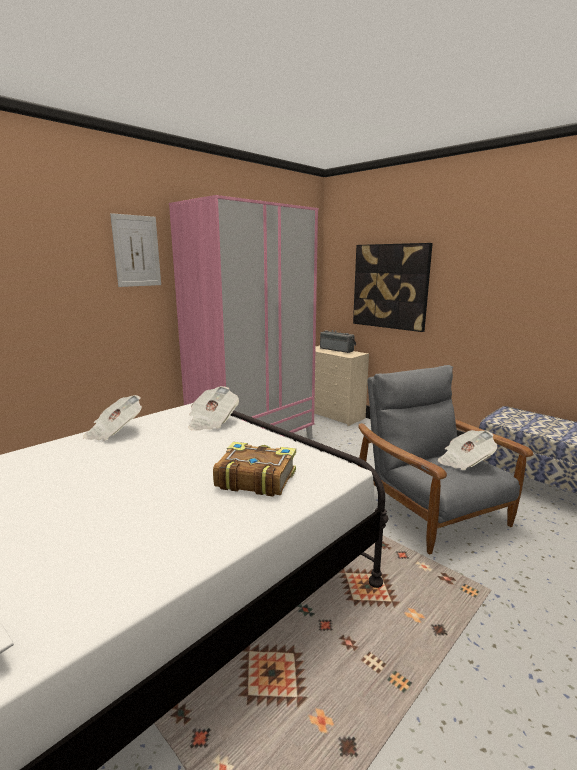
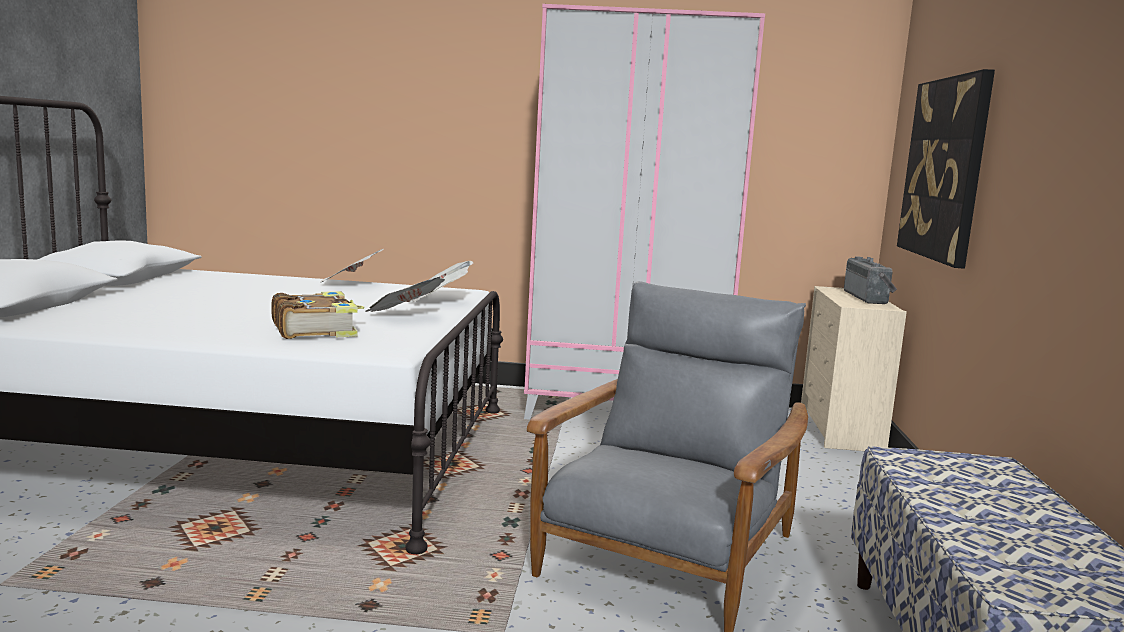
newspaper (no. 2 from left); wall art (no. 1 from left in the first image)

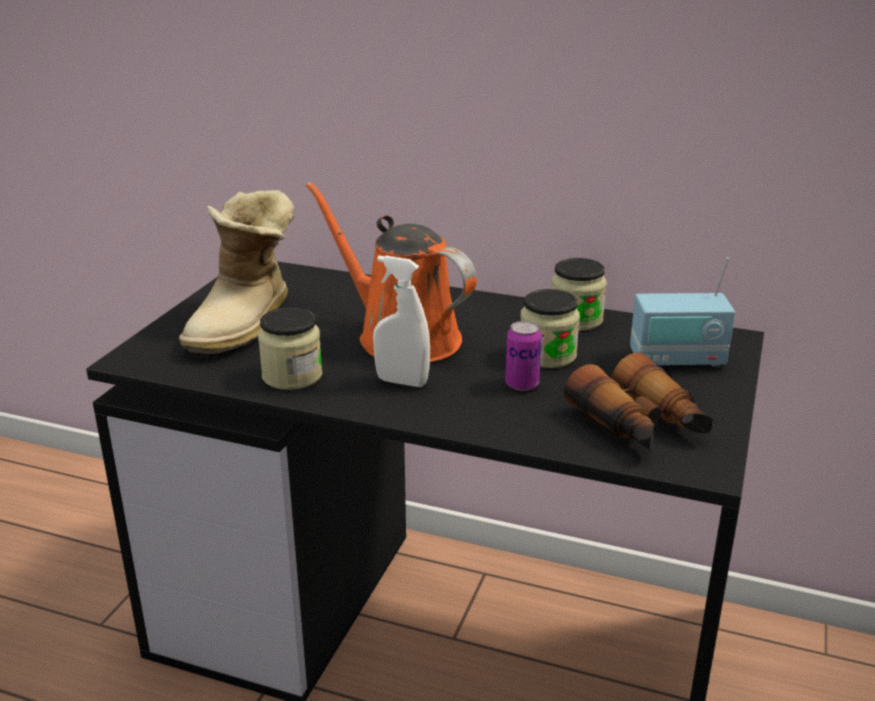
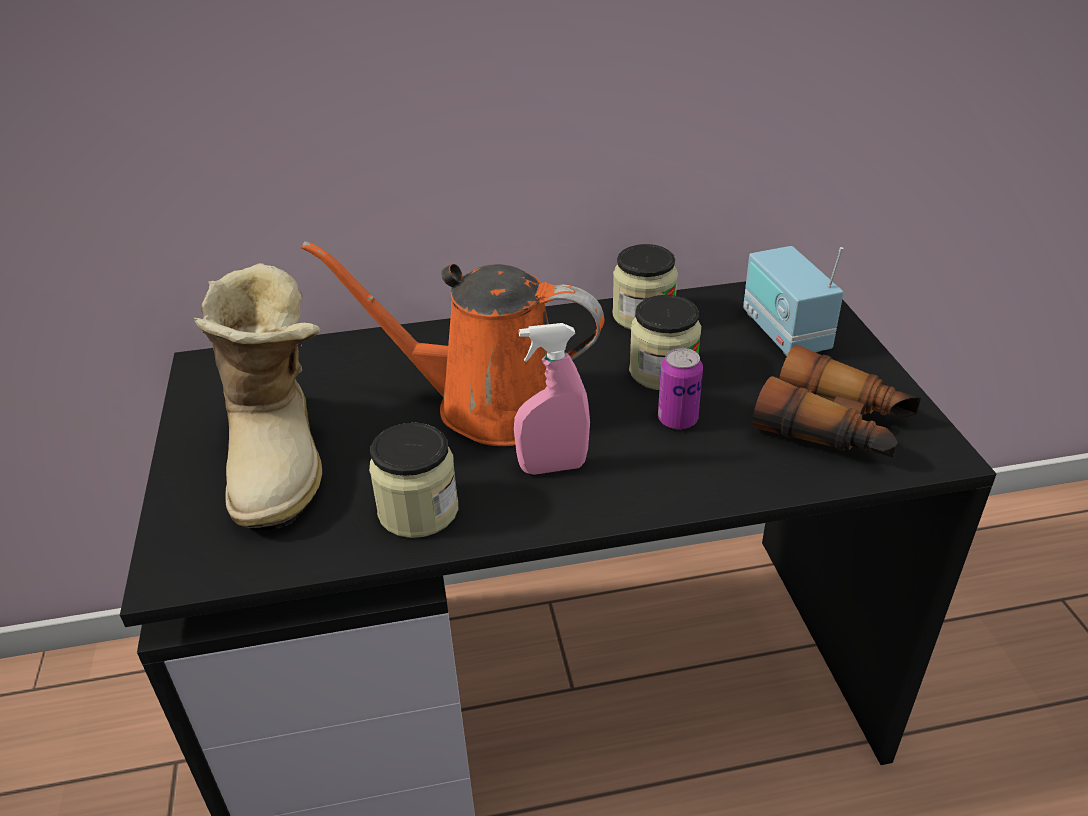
spray bottle in pink-coloured; radio receiver

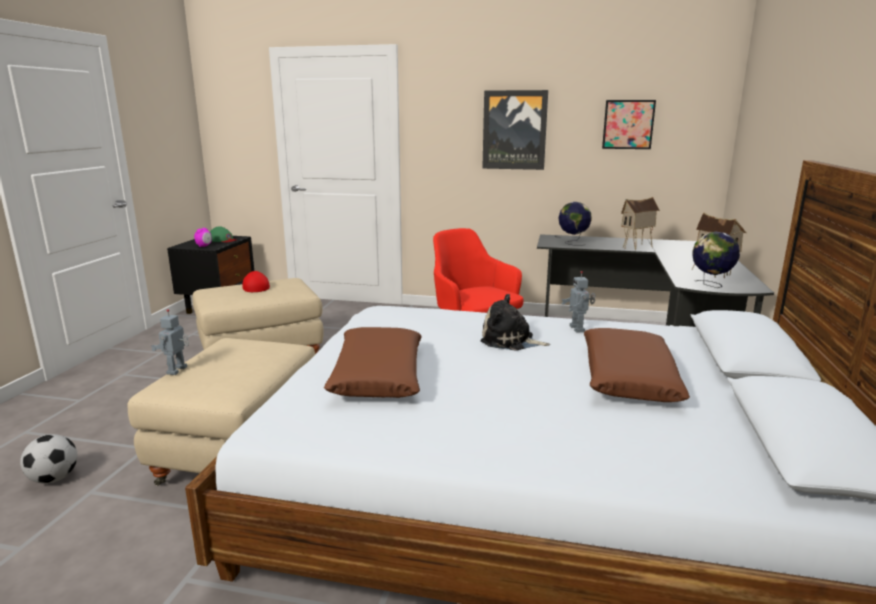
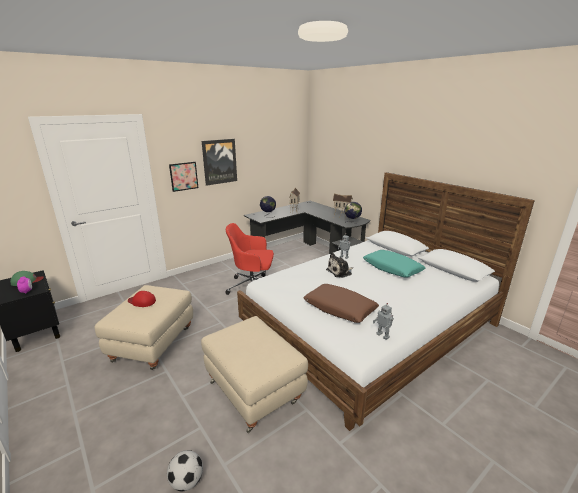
wall art (no. 1 from left); pillow in turquoise-coloured; toy robot (no. 2 from left)

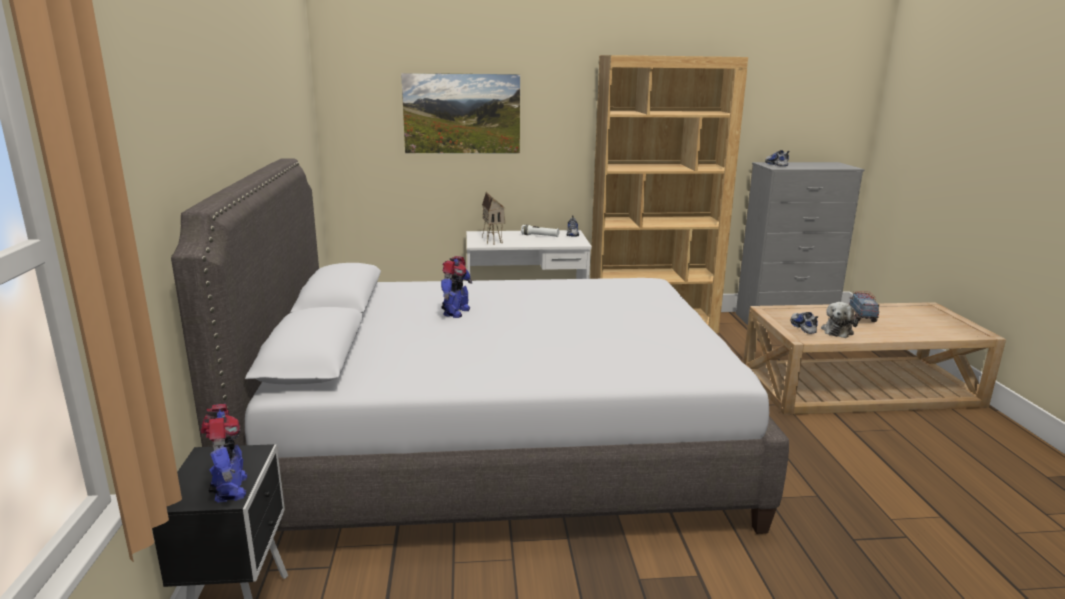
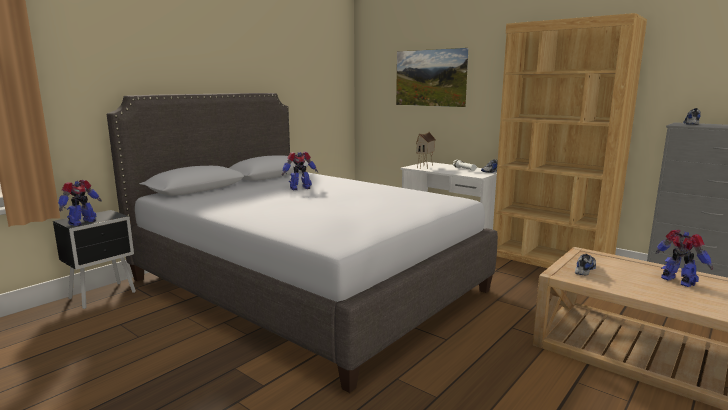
toy robot (no. 3 from left); cuddly toy

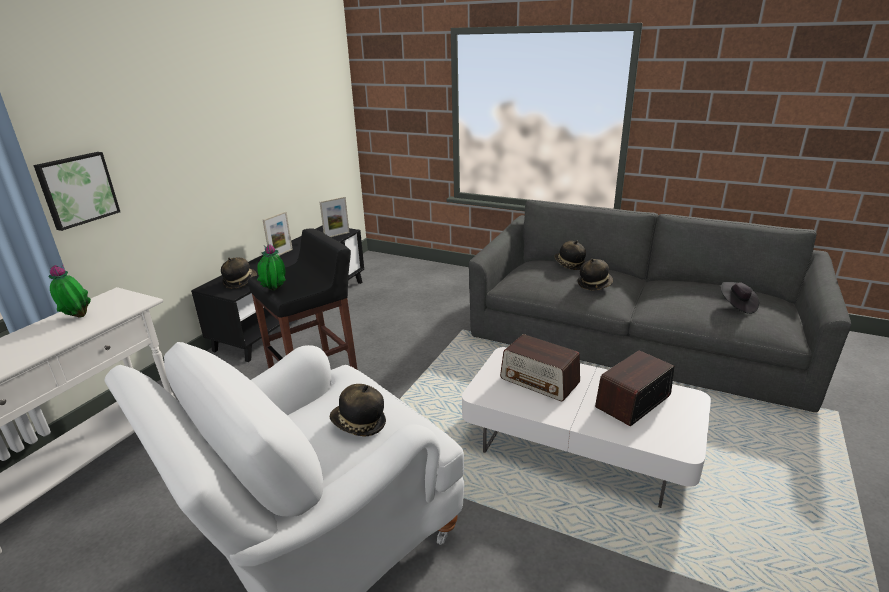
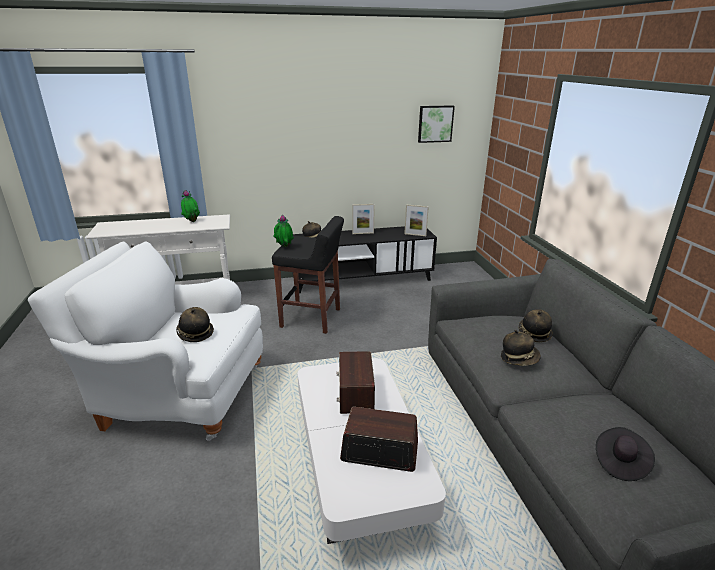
wall art

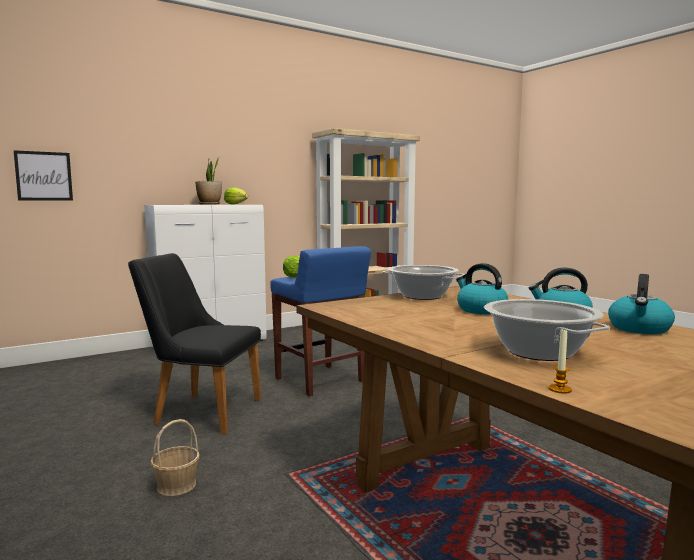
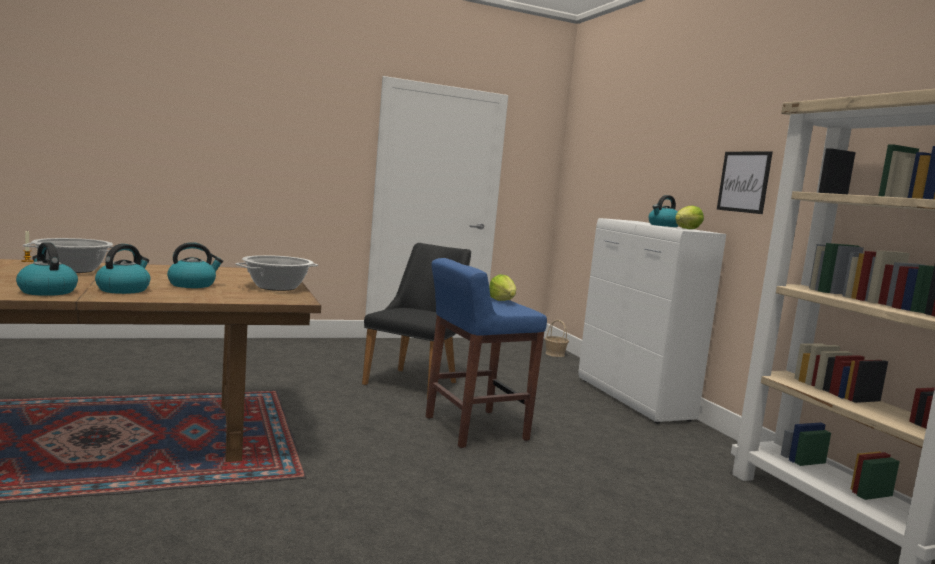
storage basket; tea kettle (no. 4 from left); wall art

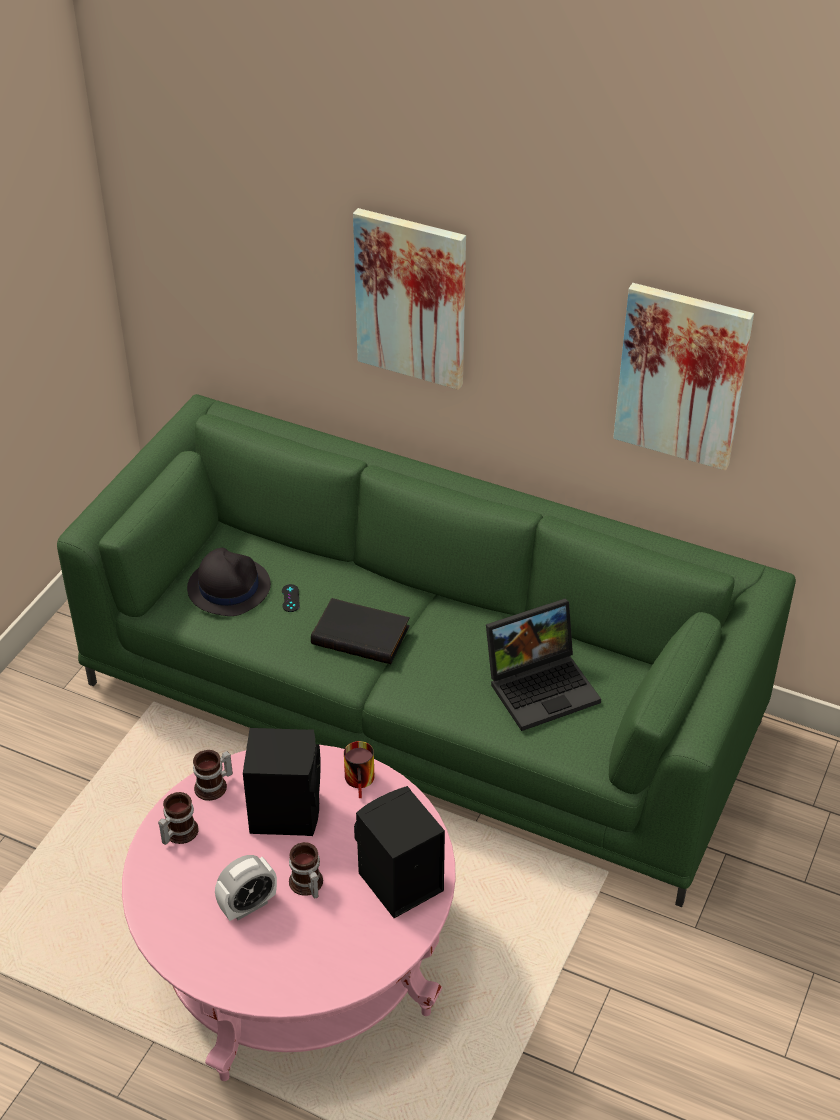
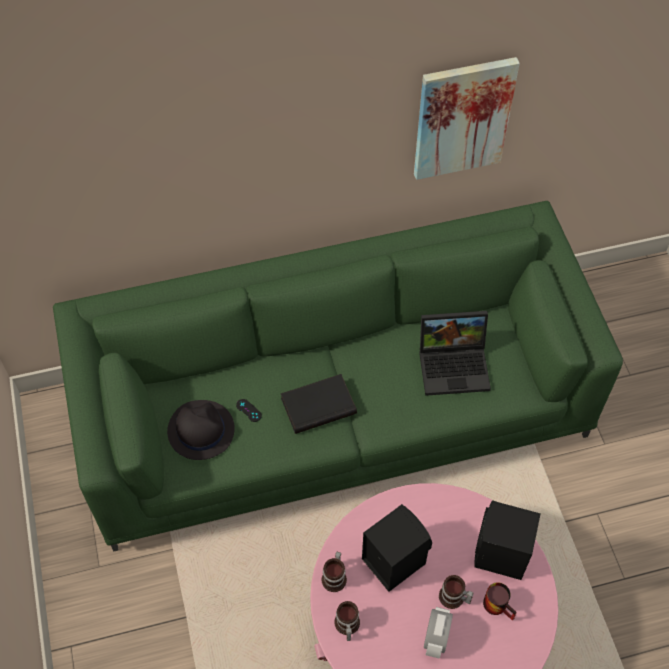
portable computer; mug (no. 4 from left); wall art (no. 1 from left in the first image)

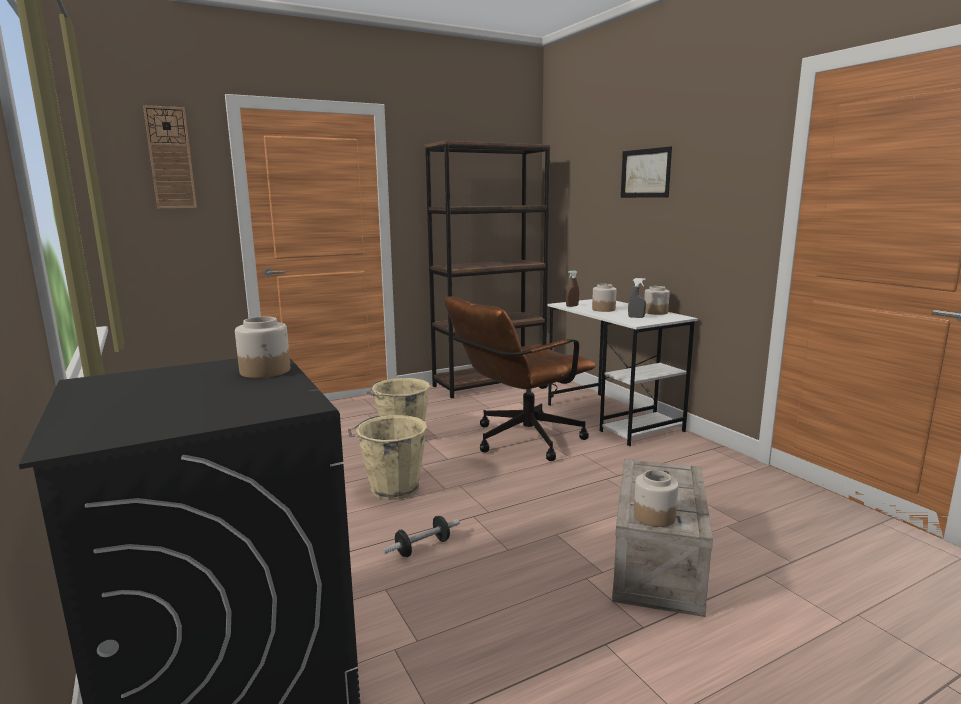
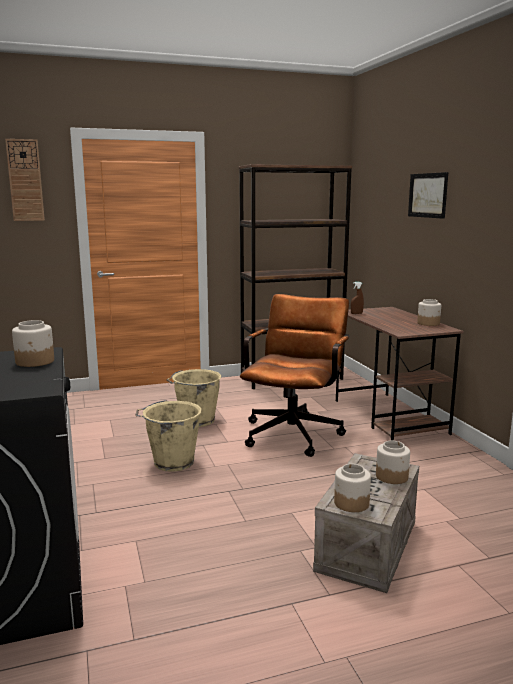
desk chair in brown; desk unit in brown; storage jar (no. 3 from left); dumbbell; spray bottle in grey

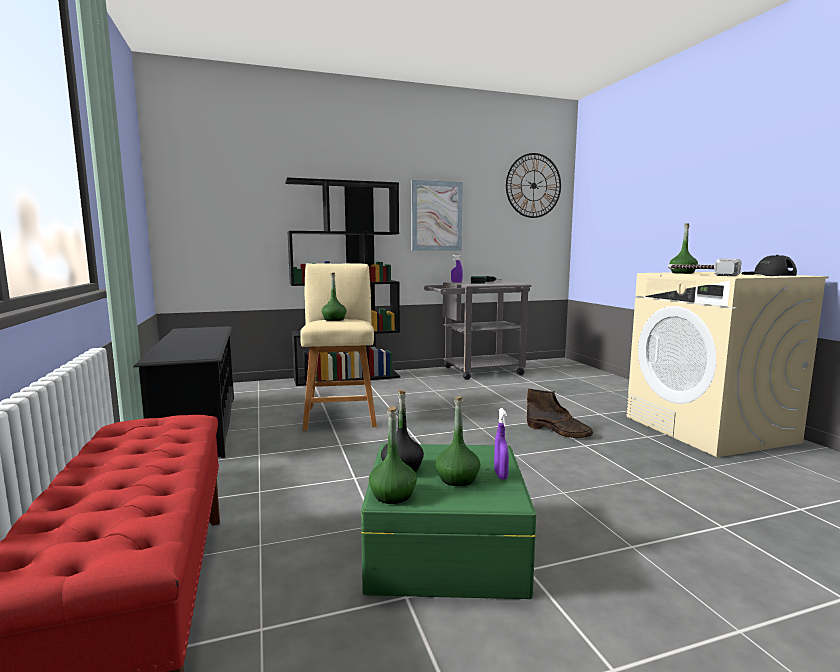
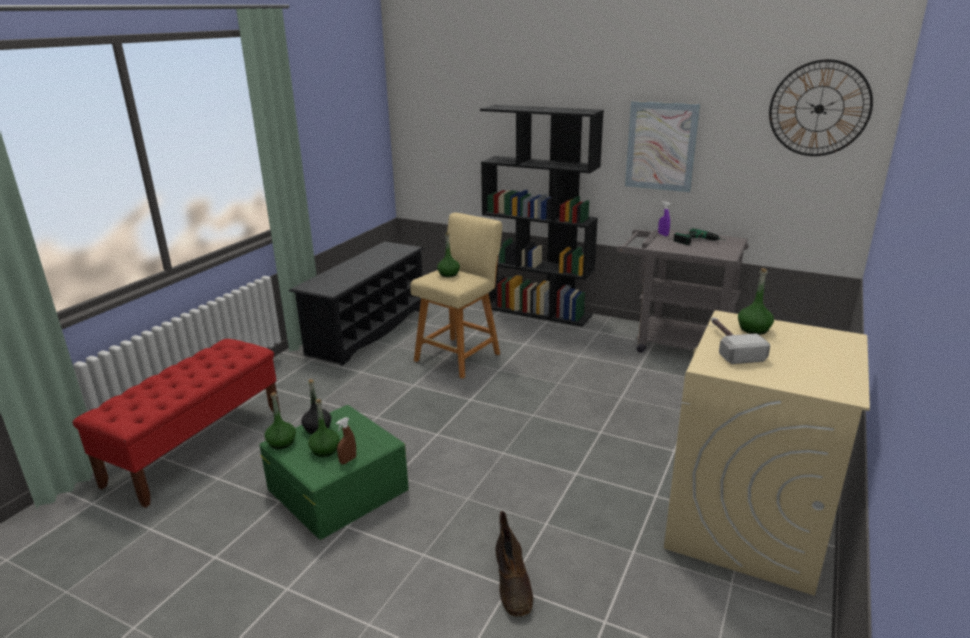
spray bottle in brown; tall boot in brown; baseball cap in black

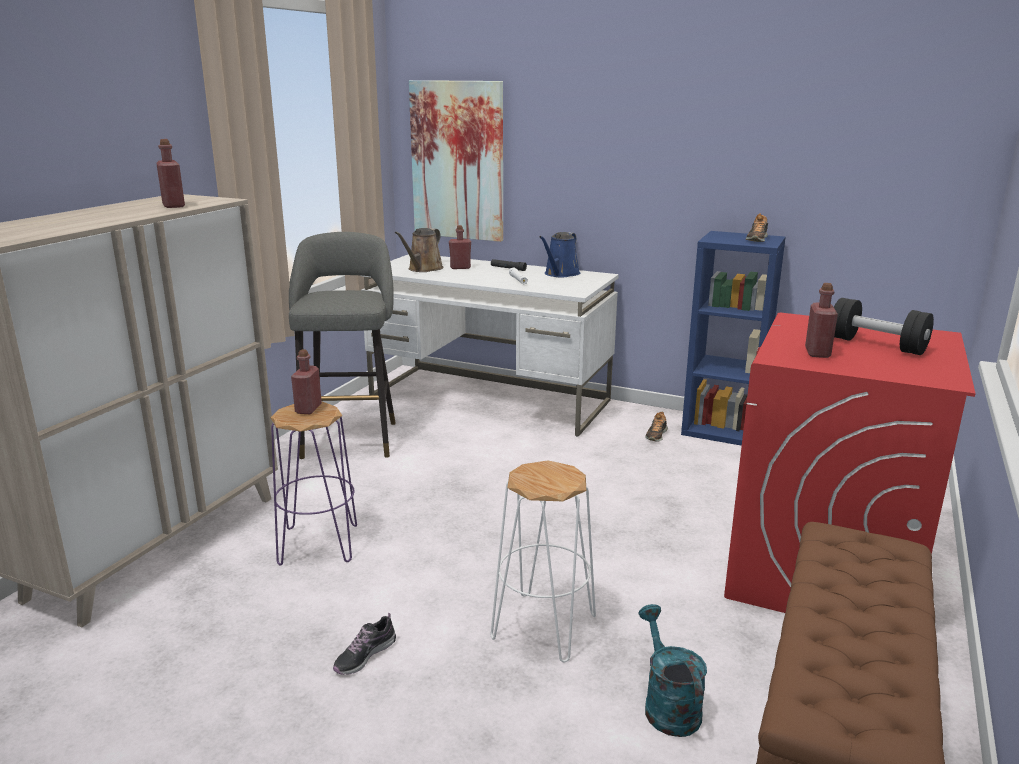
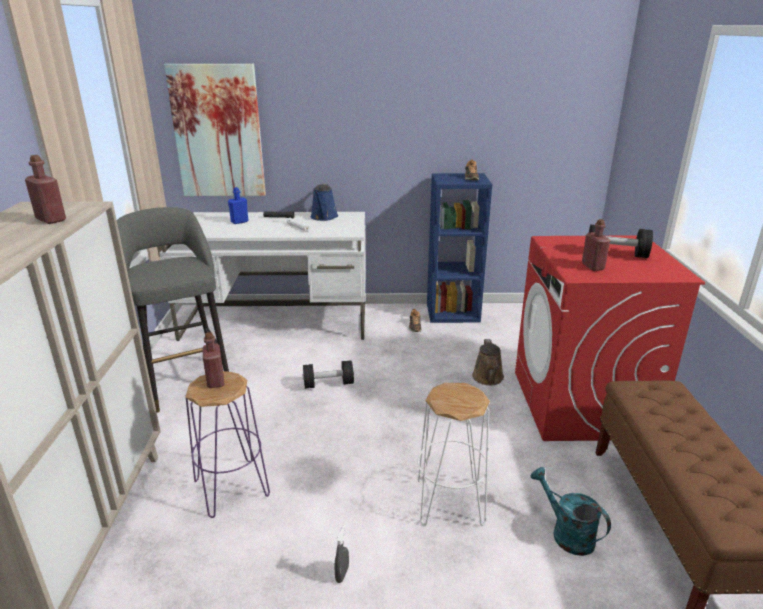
drink bottle in bluish; dumbbell in black (no. 1 from left); spray bottle in grey; watering can in brown

